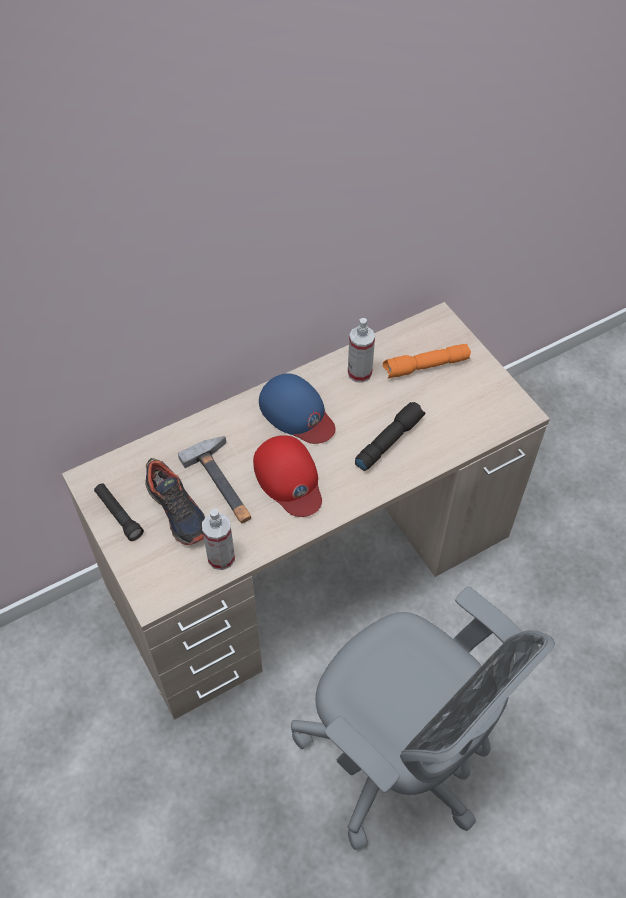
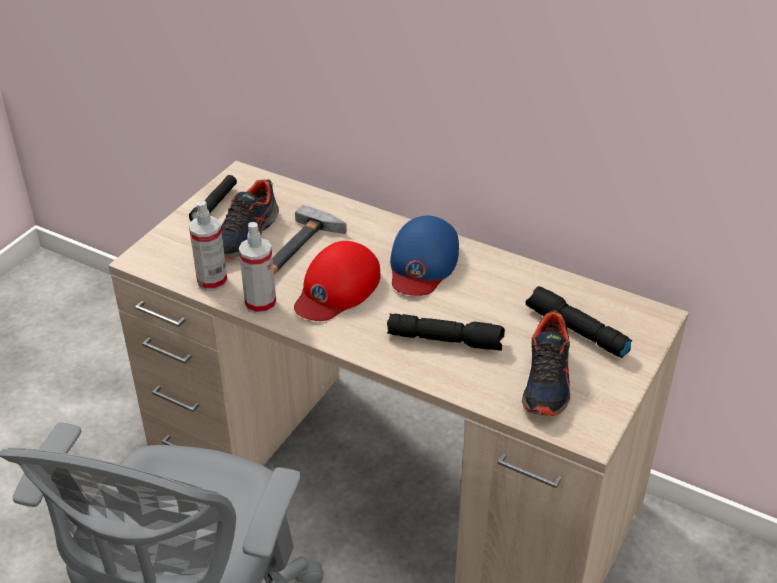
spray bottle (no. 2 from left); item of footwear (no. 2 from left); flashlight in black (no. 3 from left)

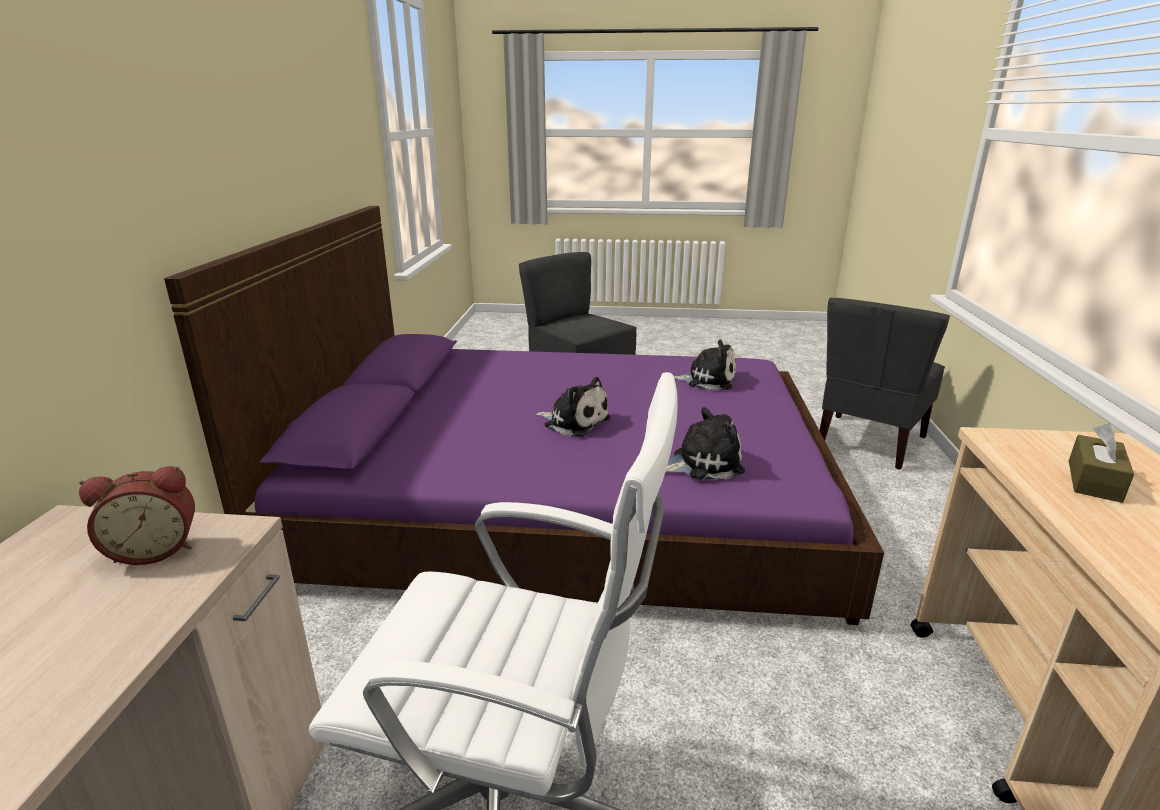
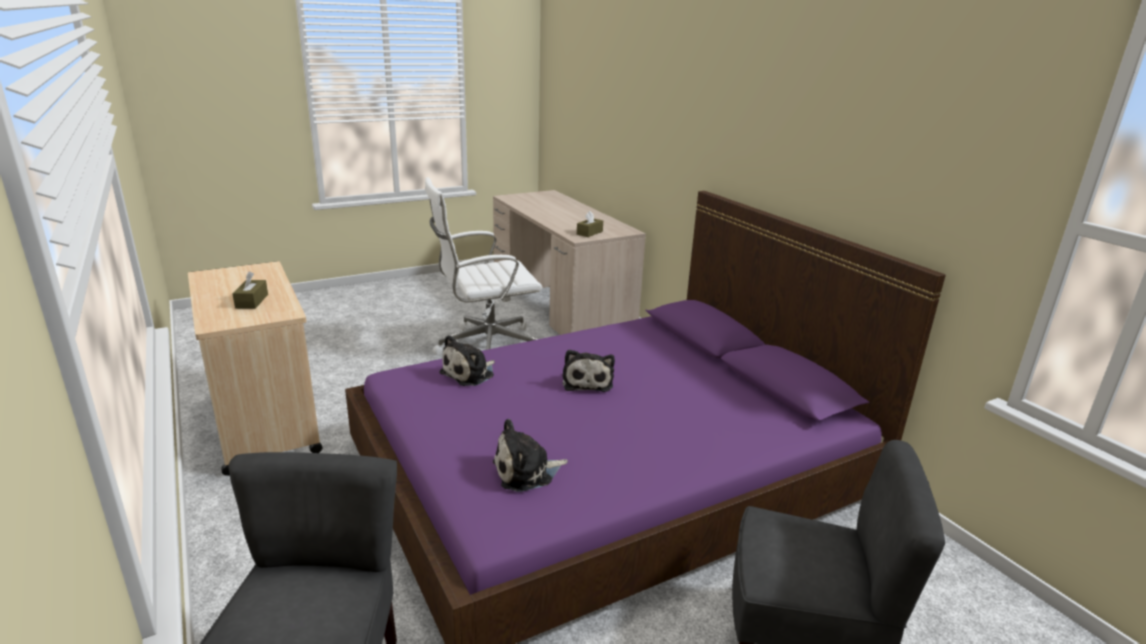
cuddly toy (no. 3 from left); box of tissues in brown (no. 2 from left)

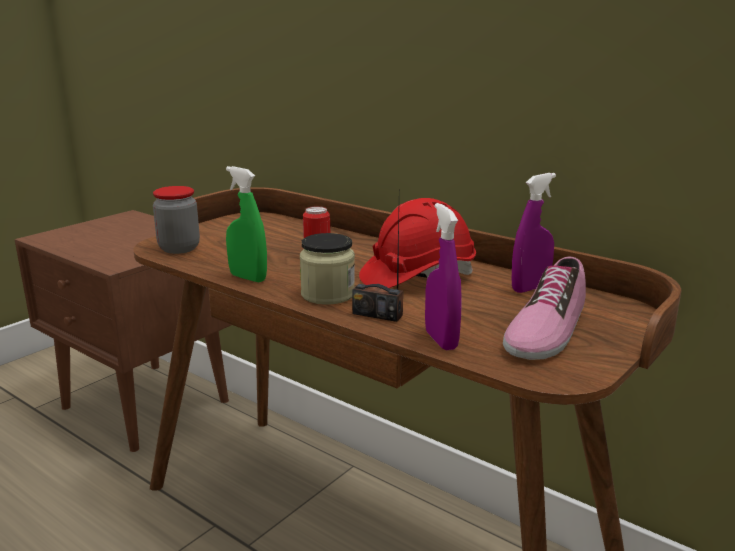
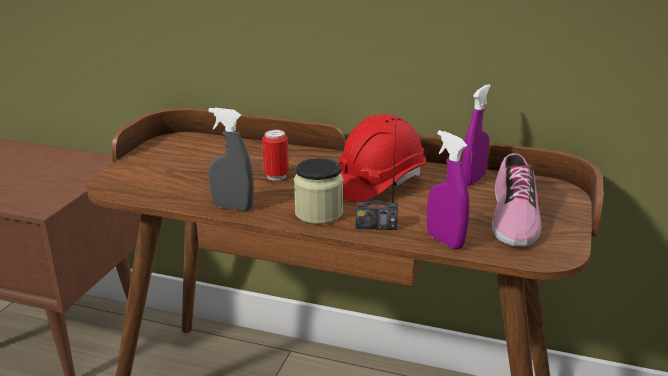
spray bottle in grey; storage jar (no. 1 from left in the first image)

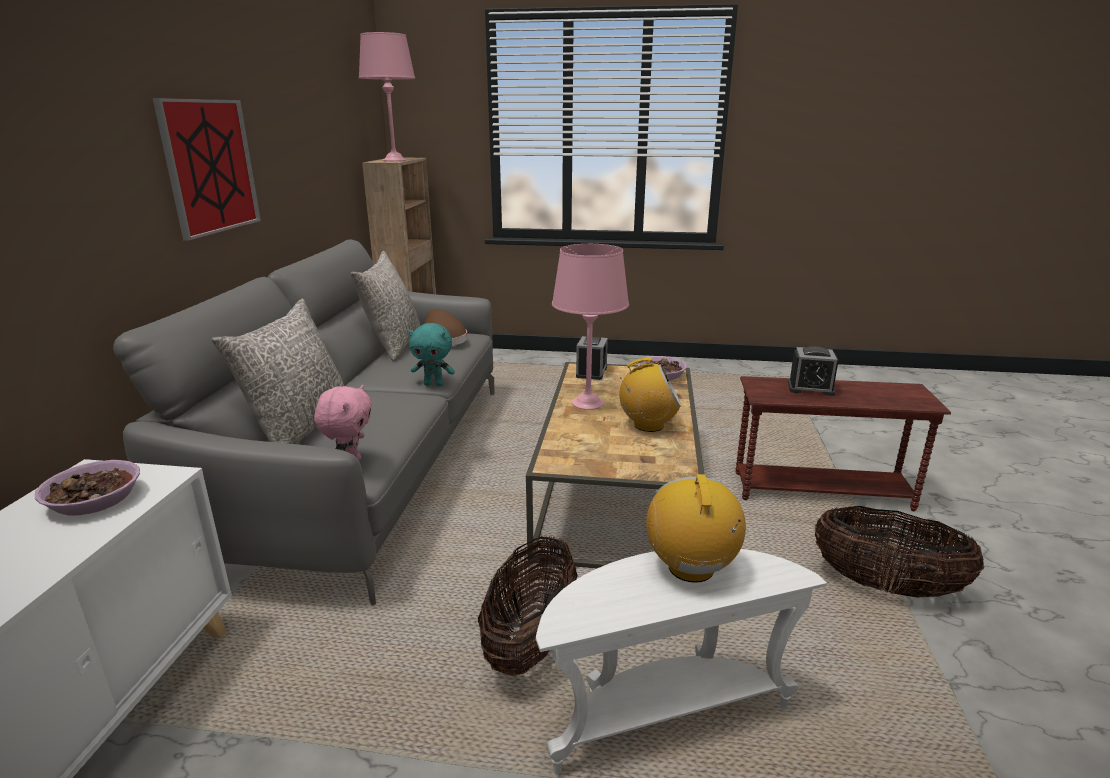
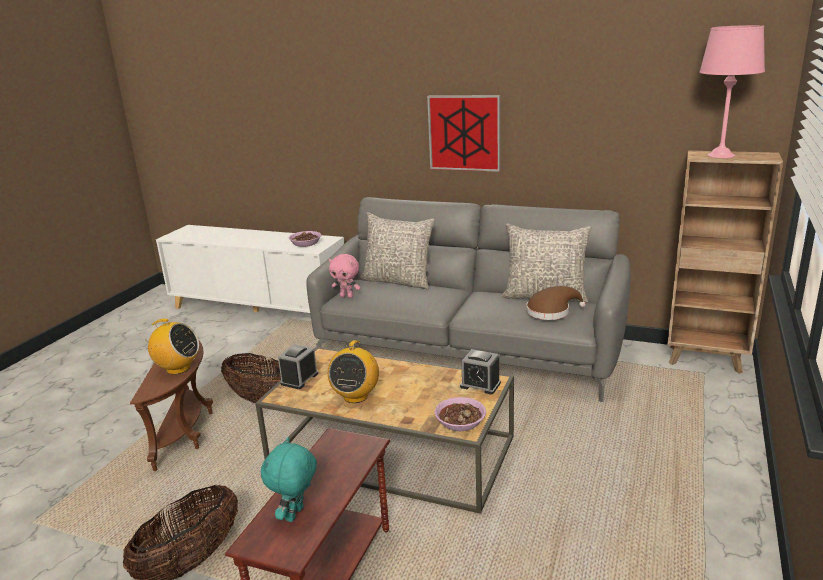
side table in brown (no. 1 from left); cuddly toy in turquoise-coloured; bedside clock (no. 1 from left); lamp for a table in pink-coloured (no. 2 from left in the first image)

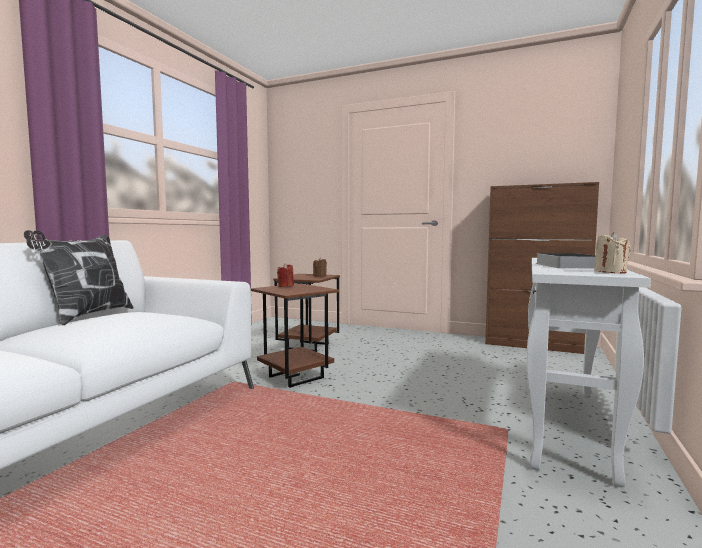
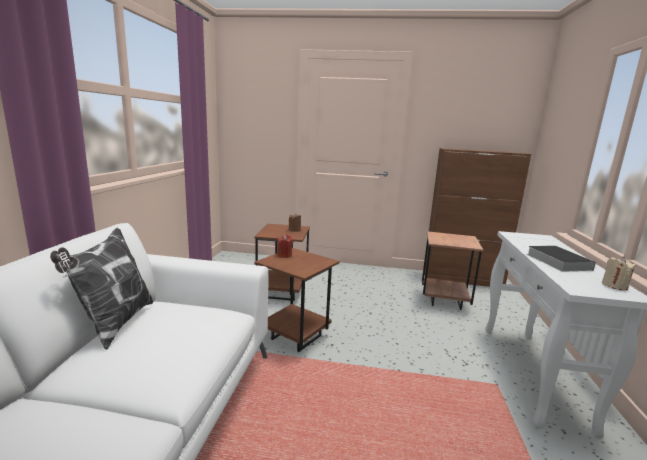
side table in brown (no. 3 from left)

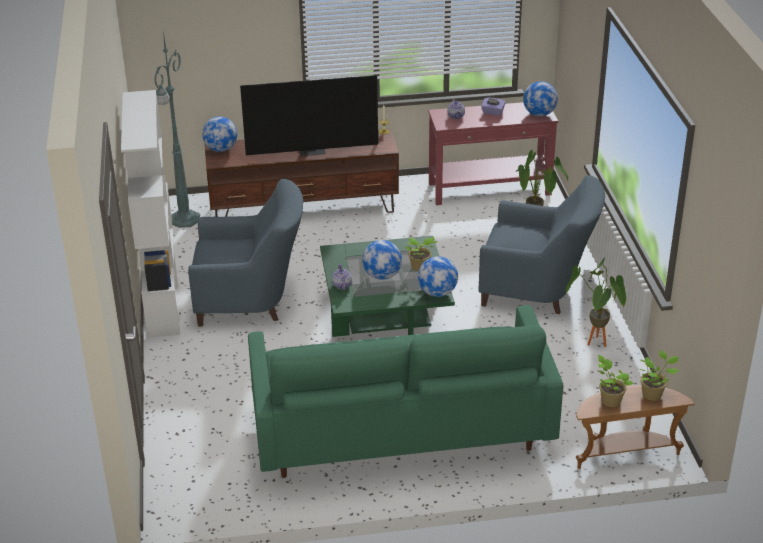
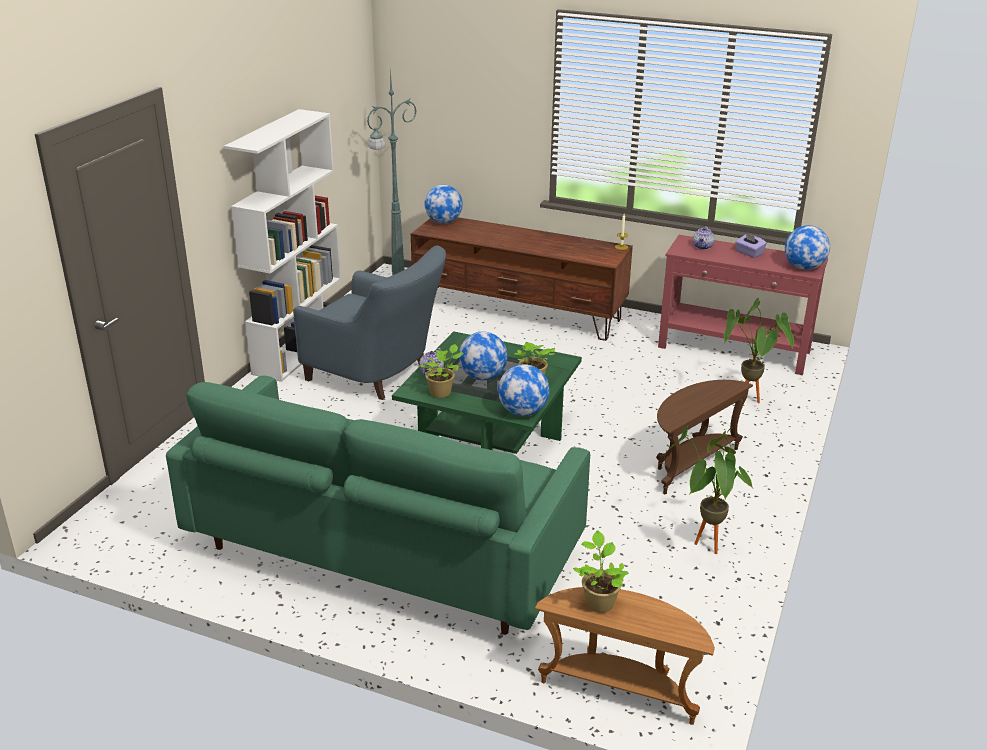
plant in a pot (no. 1 from left); side table in brown (no. 2 from left); TV

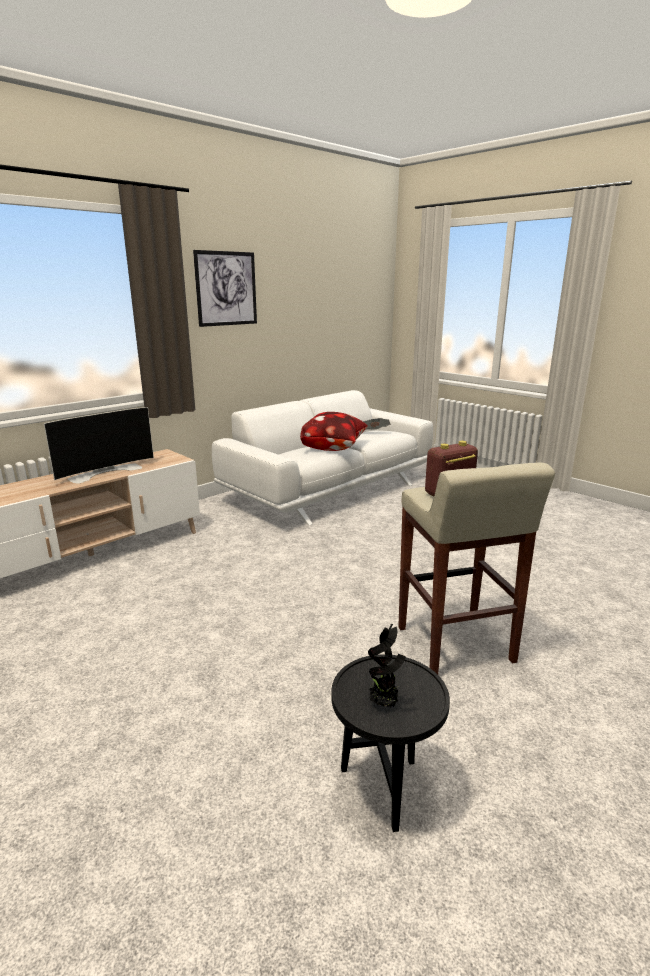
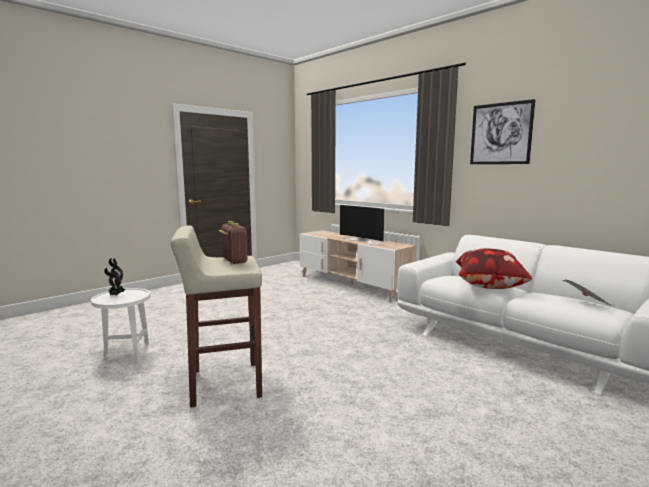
side table in white

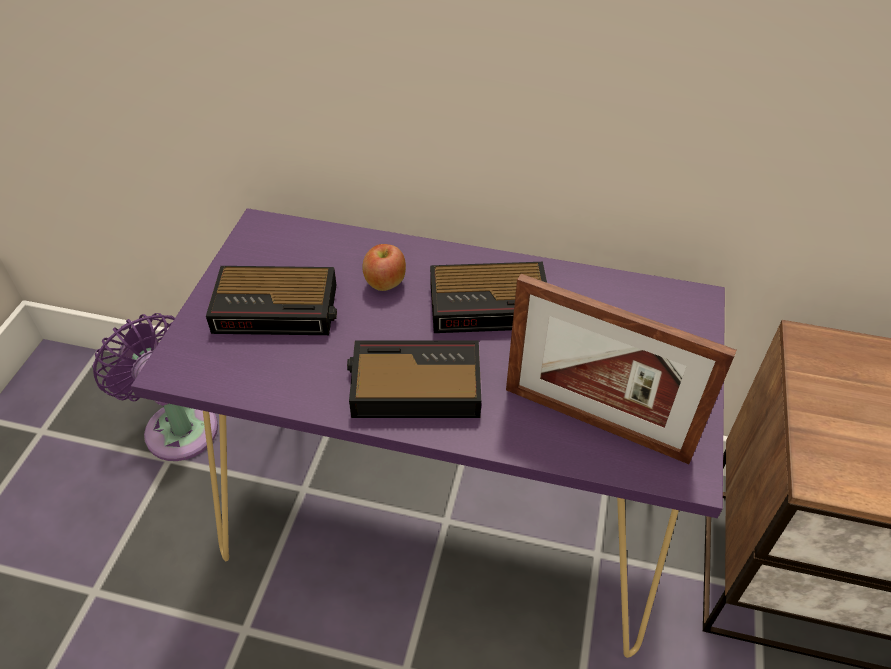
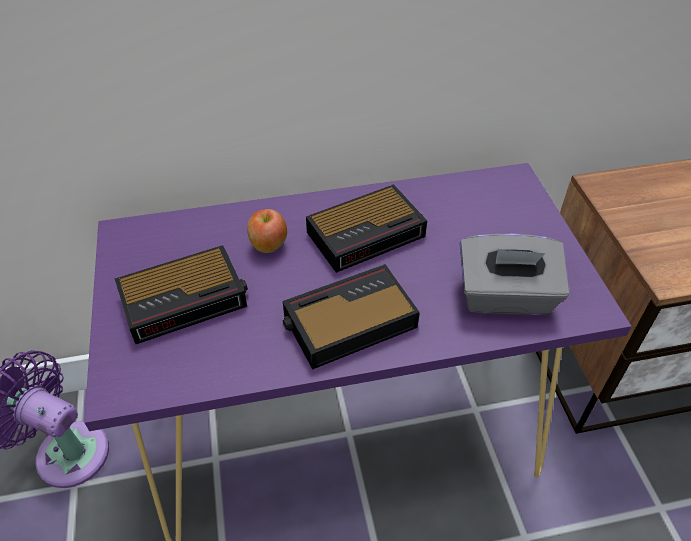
box of tissues in grey

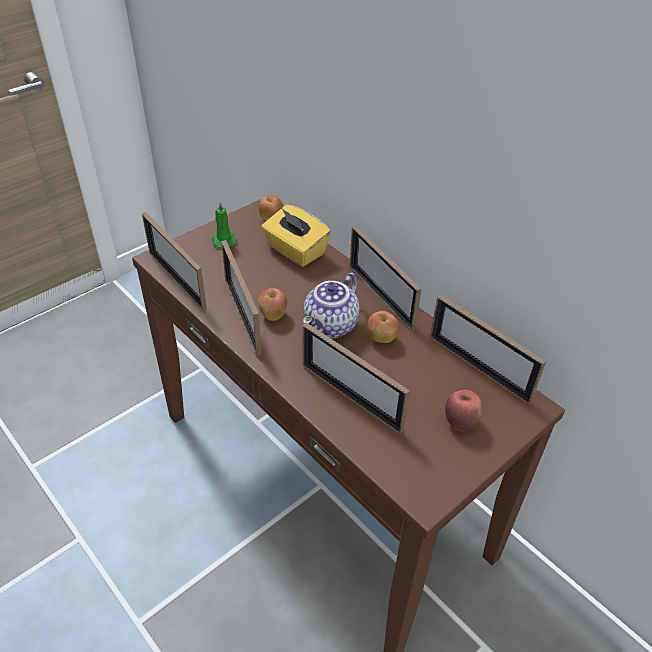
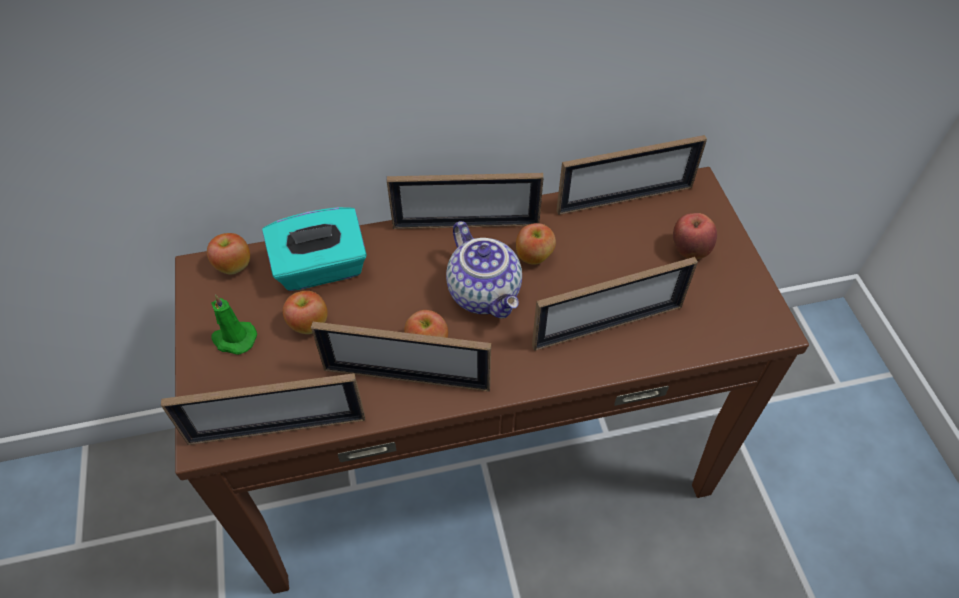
box of tissues in turquoise-coloured; apple fruit (no. 2 from left)

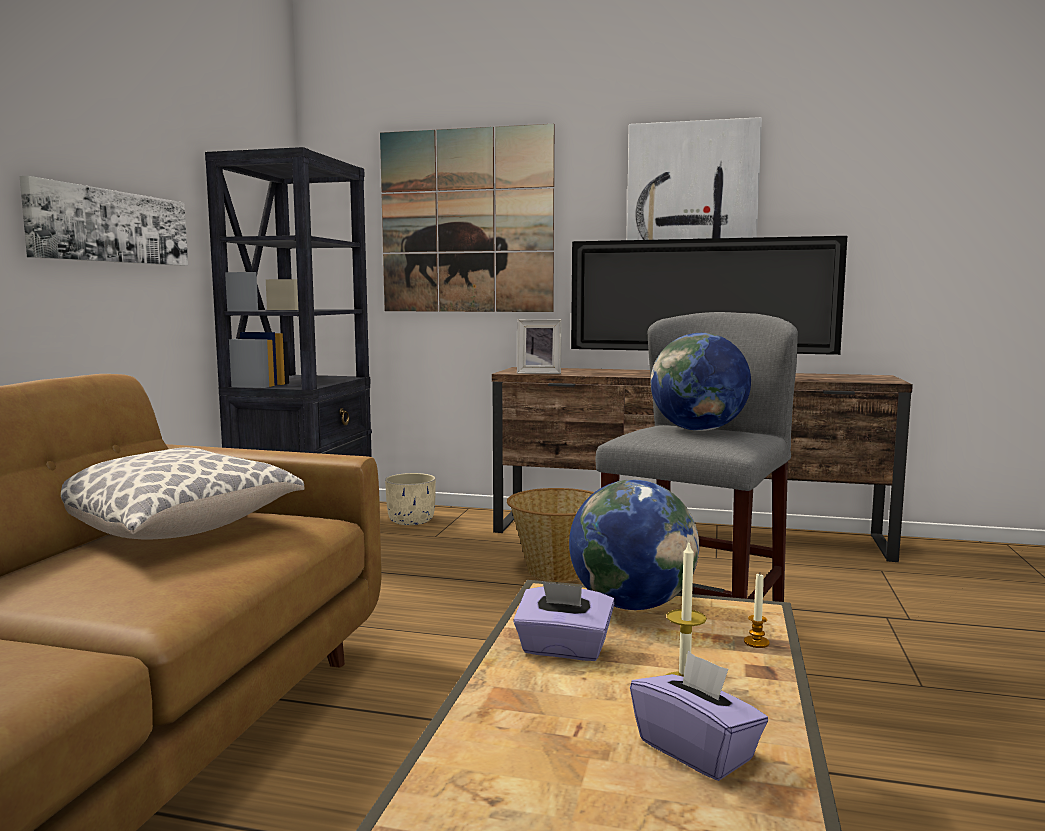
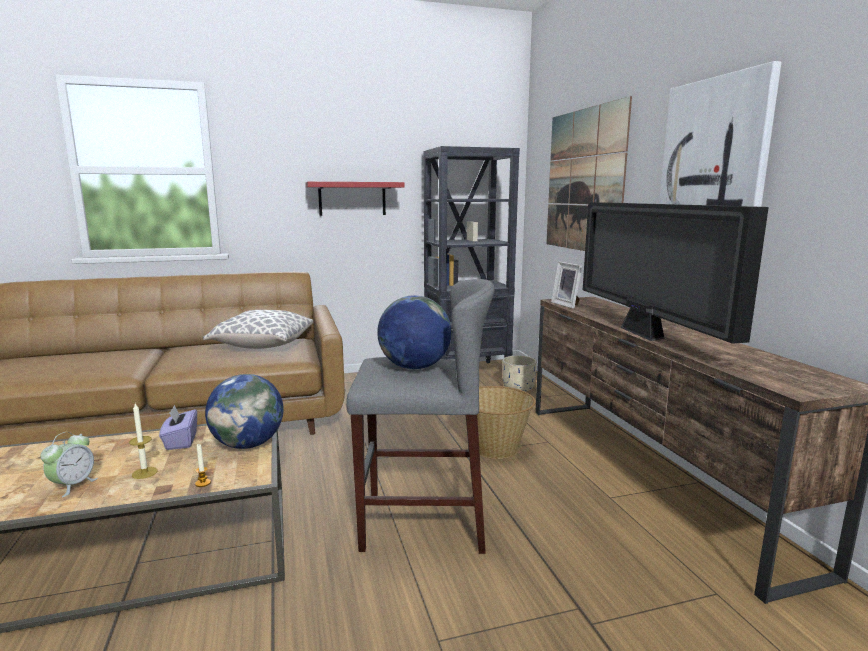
bedside clock; wall shelf in red

